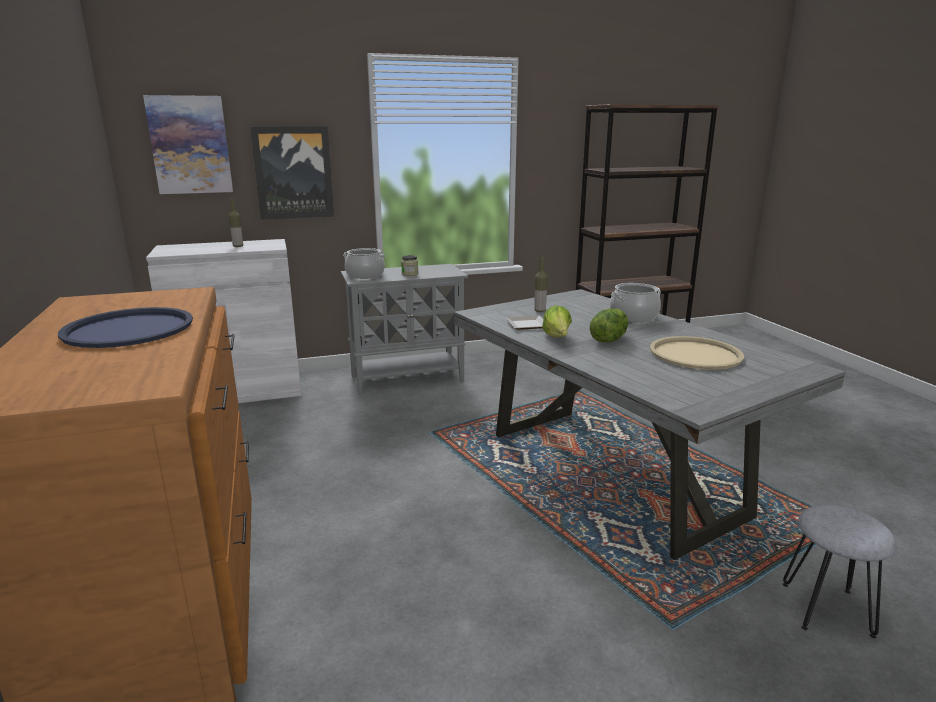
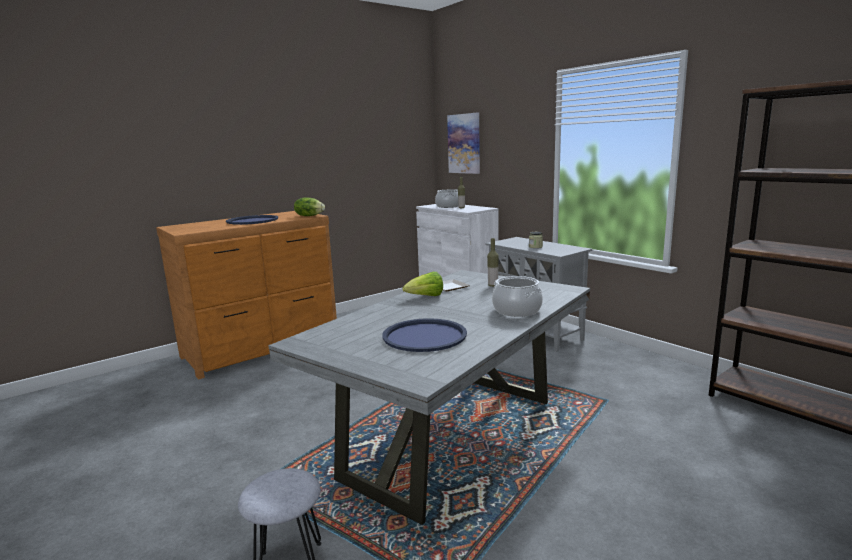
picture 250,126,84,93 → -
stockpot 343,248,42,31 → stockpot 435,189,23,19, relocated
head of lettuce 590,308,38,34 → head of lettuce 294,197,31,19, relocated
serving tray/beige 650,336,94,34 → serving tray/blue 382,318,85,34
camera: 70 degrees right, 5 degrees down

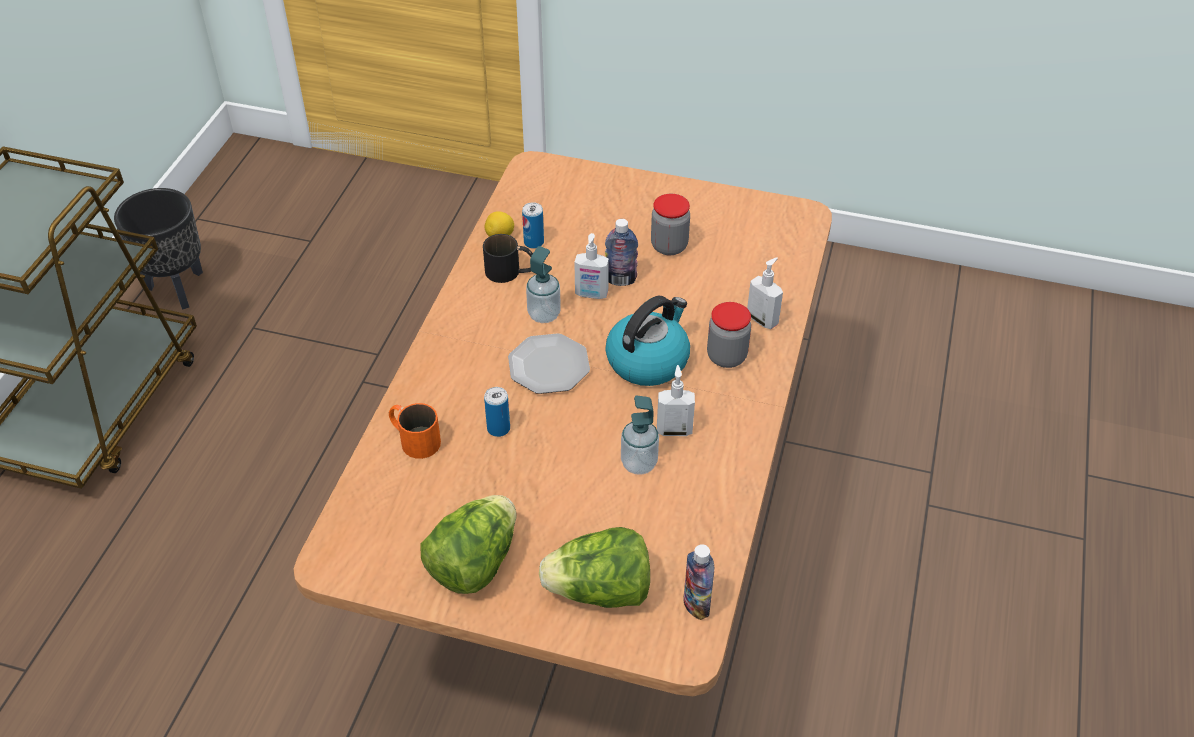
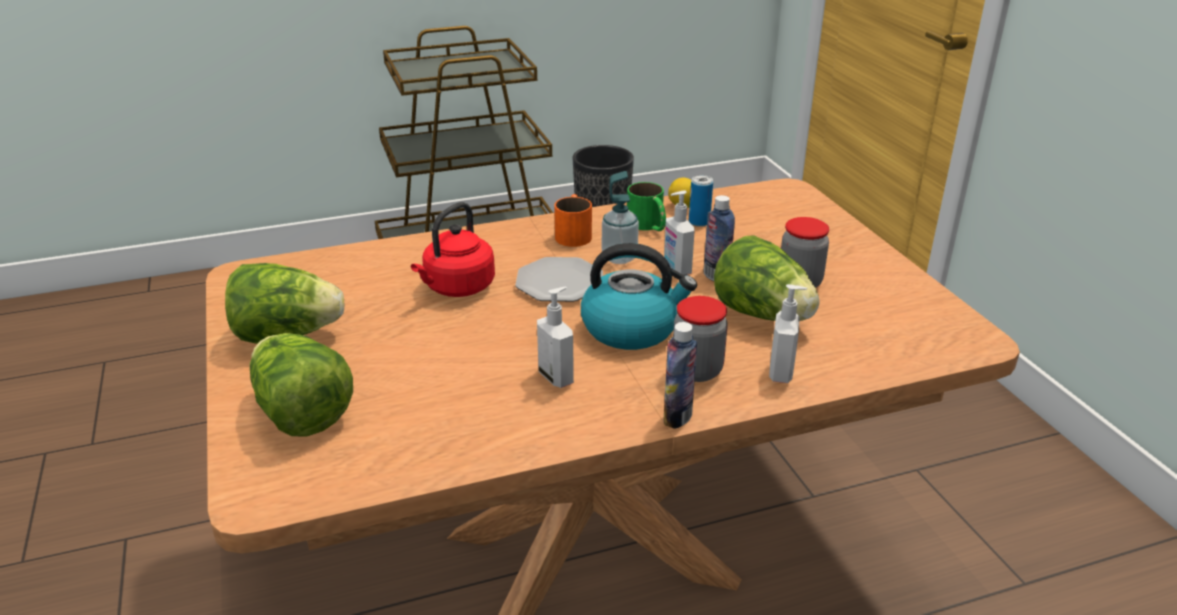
tea mug/black-coloured 483,234,50,49 → tea mug/greenish 627,182,39,49
sealed can 484,387,26,50 → water kettle/reddish 411,202,84,95
soap dispenser 621,395,38,80 → -
tea mug/orange 389,403,52,56 → tea mug/orange 554,194,38,53, relocated
beverage bottle 683,544,31,76 → beverage bottle 663,322,34,107, relocated
- → head of lettuce 714,235,106,86
camera: 55 degrees right, 15 degrees down

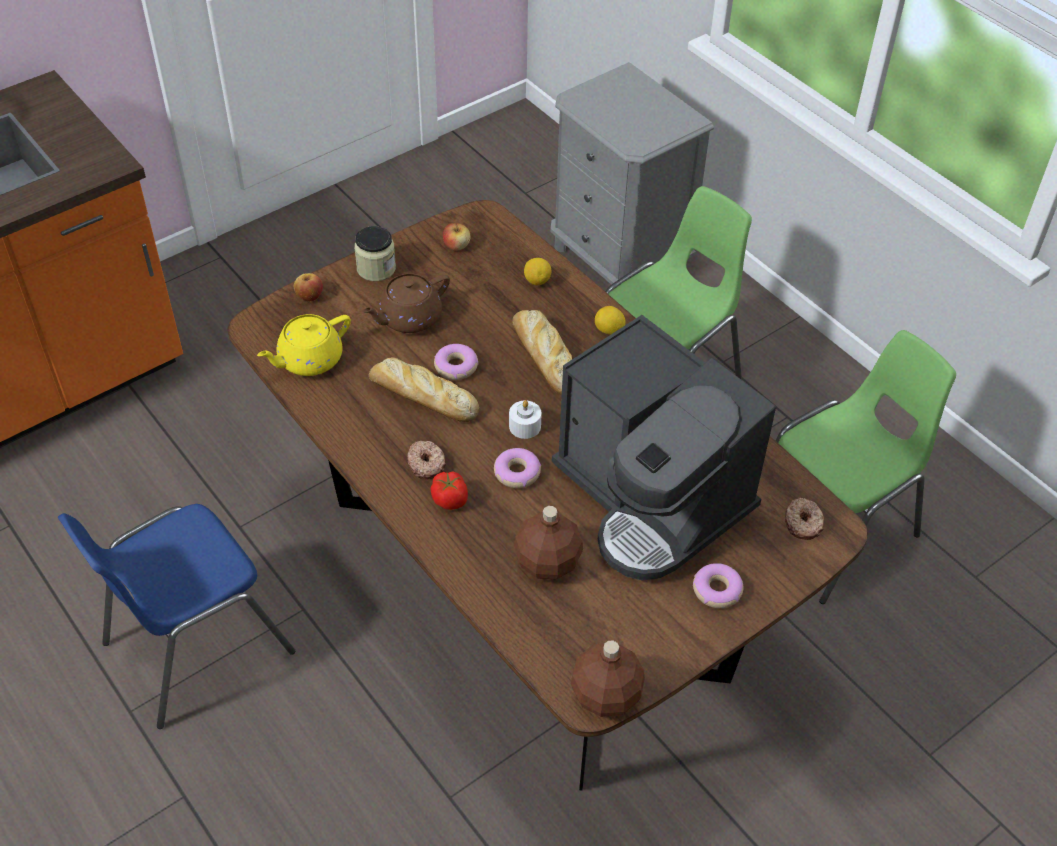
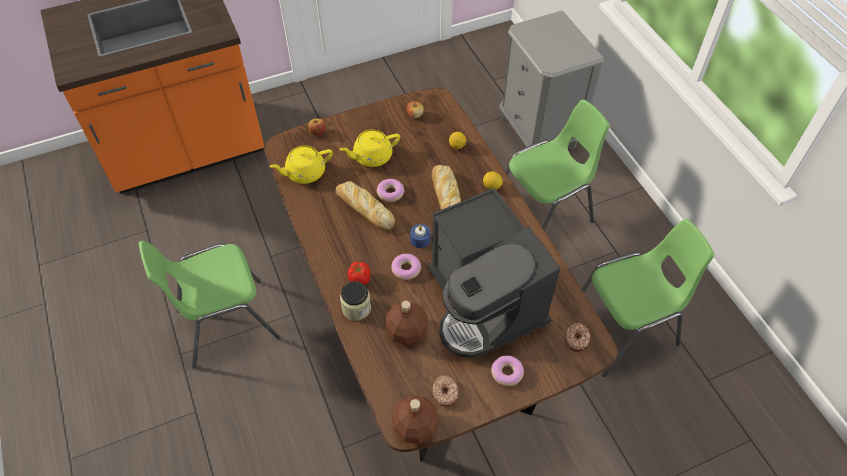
jar 354,226,42,55 → jar 340,281,31,40, relocated
tea pot/brownish 362,273,88,60 → tea pot/yellowish 339,129,61,38
wax light/whitish 509,400,33,39 → wax light/blue 410,224,21,24
donut 407,441,39,39 → donut 432,375,26,31, relocated
chair/blue 58,504,237,225 → chair/greenish 139,241,142,128
camera: 15 degrees right, 5 degrees up

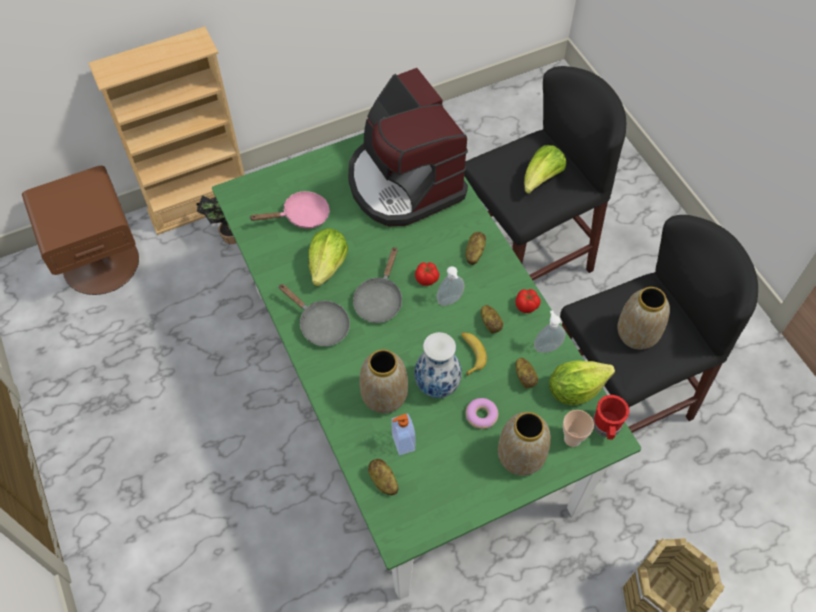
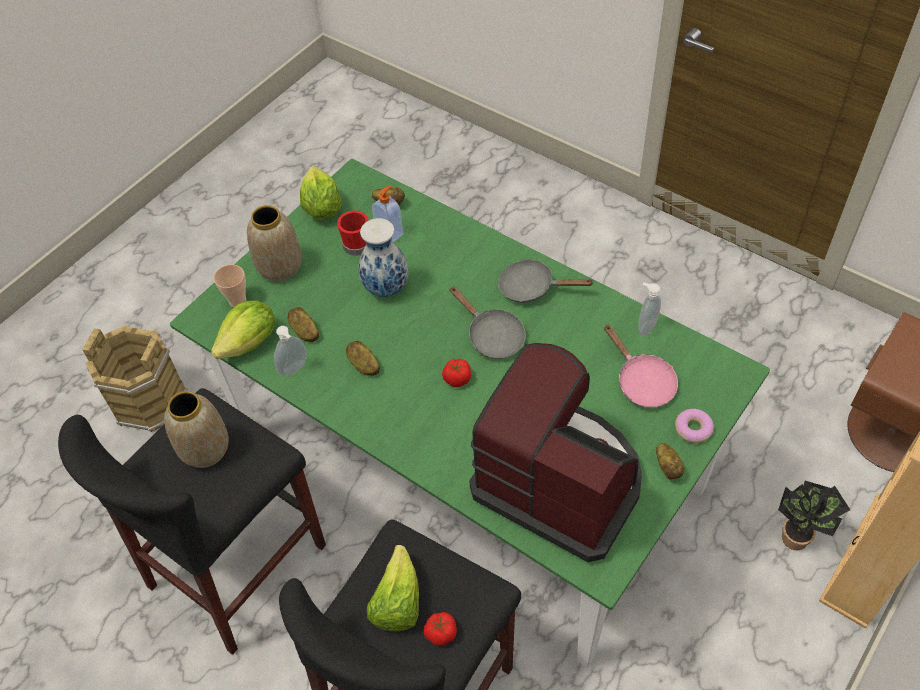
frying pan/pinkish 250,191,80,38 → frying pan/pinkish 604,324,74,84, 75 degrees counterclockwise
head of lettuce 309,228,39,58 → head of lettuce 300,166,42,54, relocated
potato 465,232,21,33 → potato 656,443,29,37, relocated
frying pan/gray 353,246,49,77 → frying pan/gray 450,286,76,73, 150 degrees clockwise
soap dispenser 437,266,27,40 → soap dispenser 638,282,23,54, relocated
fresh tomato 515,289,25,24 → fresh tomato 423,612,34,34, relocated
whole banana 461,332,26,44 → -
vase 360,349,48,64 → -
tea mug/reddish 593,395,37,45 → tea mug/reddish 337,210,32,46, relocated
donut 466,398,32,31 → donut 675,409,39,34, relocated
camera: 155 degrees right, 5 degrees down

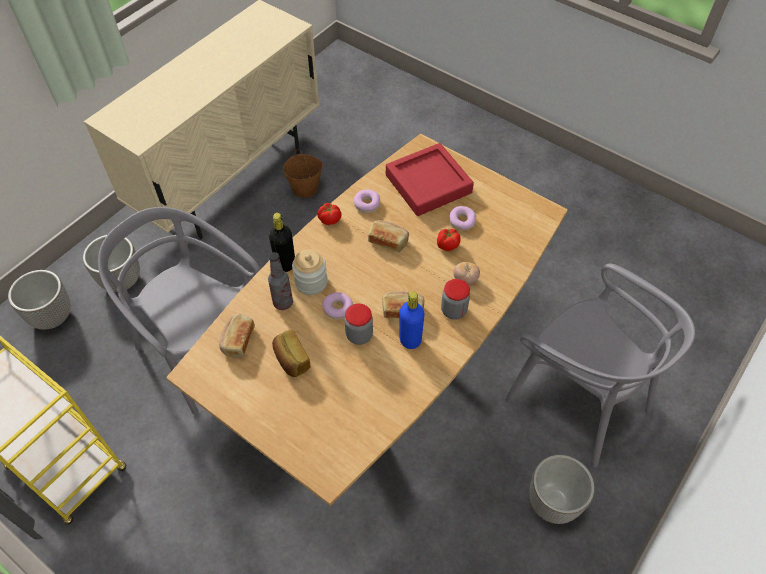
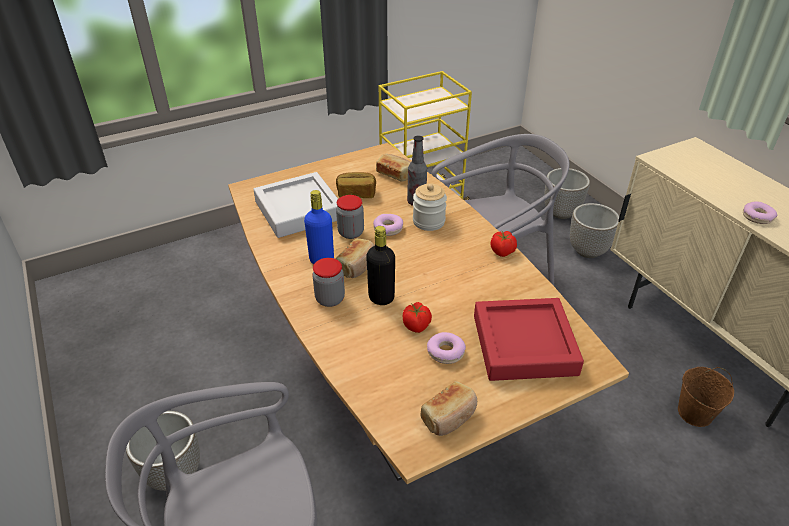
donut 354,189,26,24 → donut 743,202,34,22, relocated
beverage bottle/black-coloured 269,213,26,59 → beverage bottle/black-coloured 366,226,29,79, relocated
baked bread 368,220,41,32 → baked bread 420,381,57,55, relocated
fresh tomato 453,262,27,23 → -
- → serving tray/gray 253,172,85,66
camera: 115 degrees right, 15 degrees down

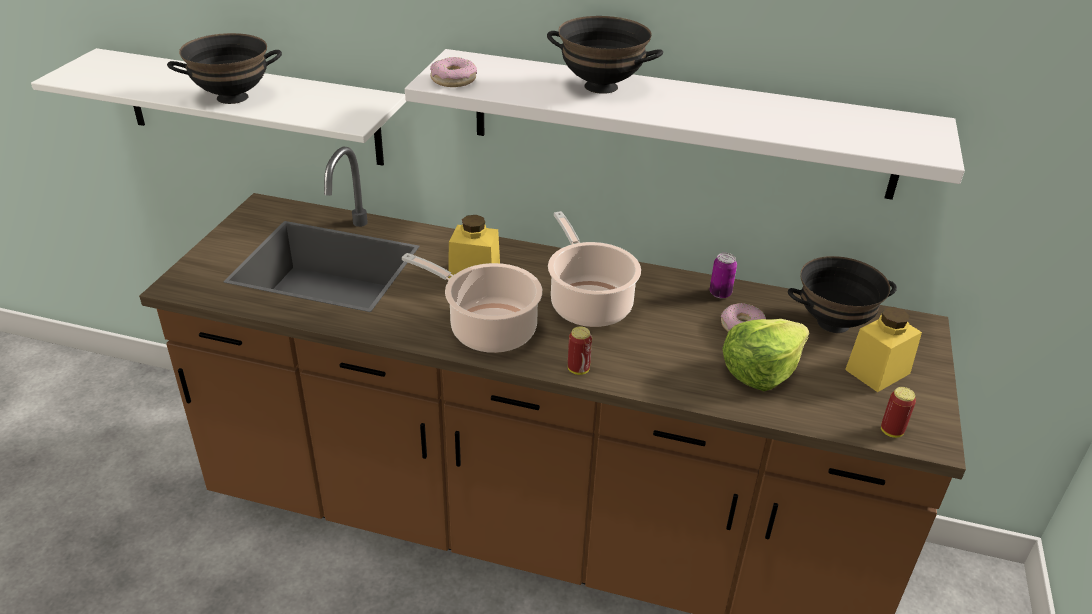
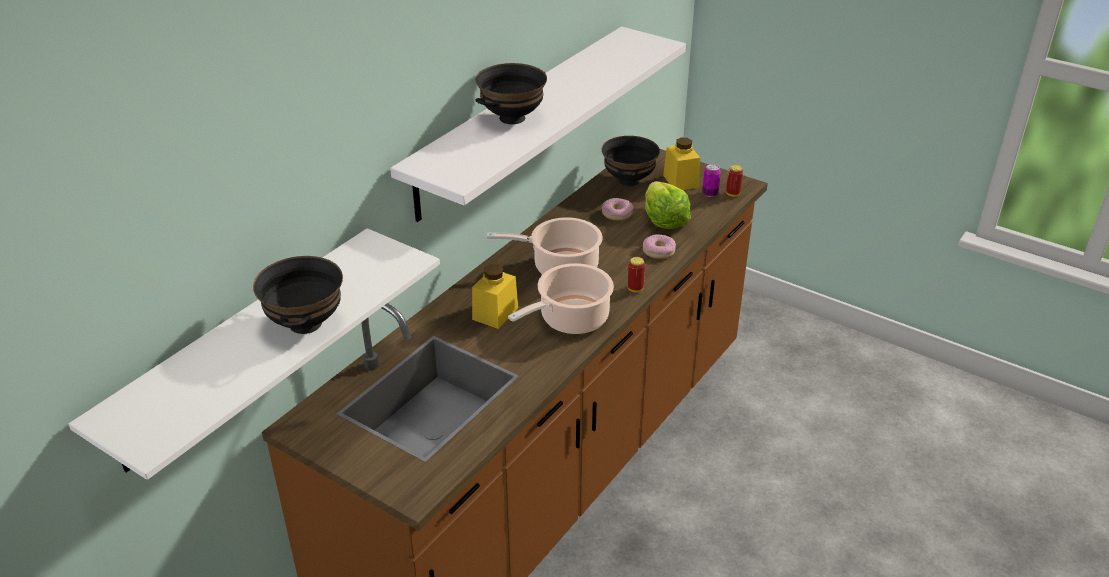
donut 430,57,47,30 → donut 643,234,33,25, relocated
sealed can 709,253,28,45 → sealed can 702,164,19,33, relocated
camera: 70 degrees left, 0 degrees up

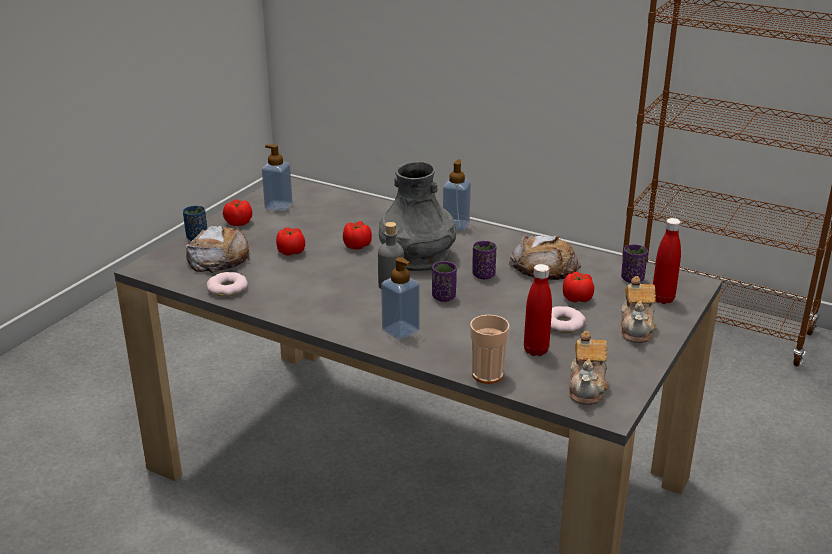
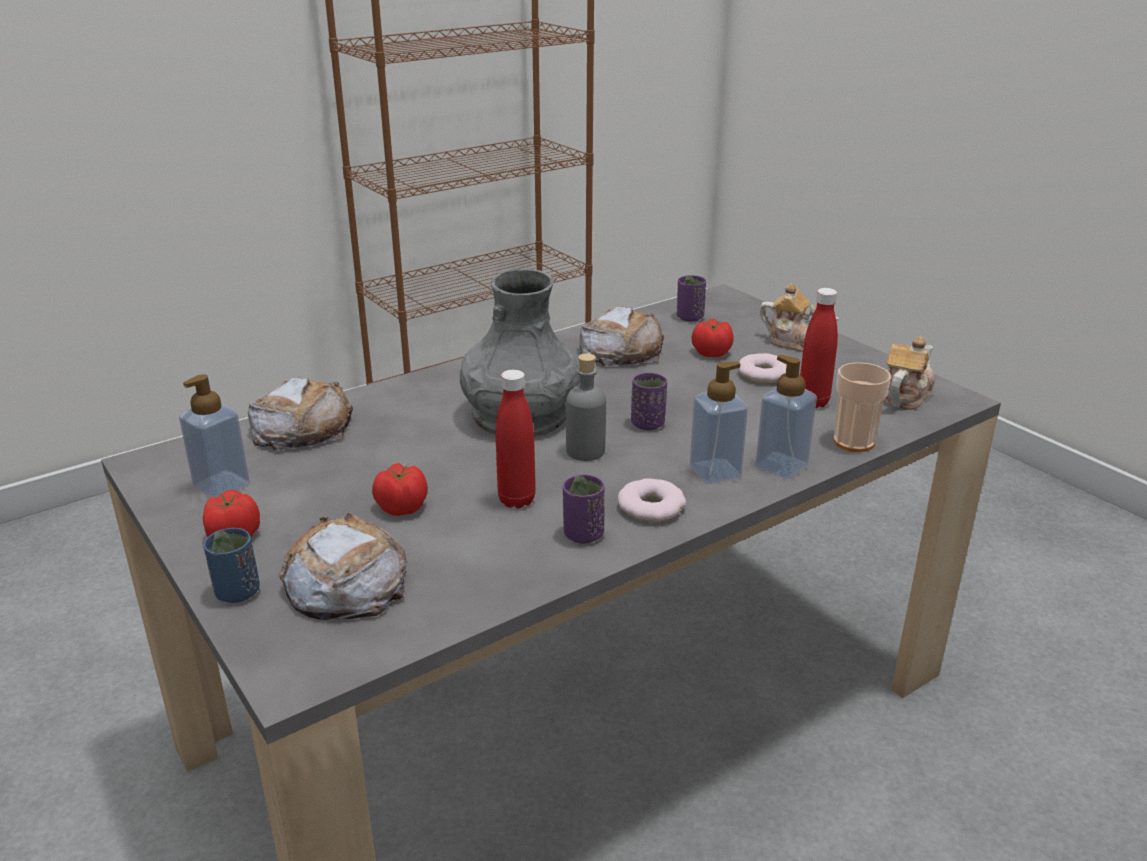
soap dispenser 443,159,28,72 → soap dispenser 755,355,62,124, relocated
beverage bottle/reddish 653,218,28,86 → beverage bottle/reddish 496,370,40,138, relocated
fresh tomato 343,221,29,29 → -
small cup/purplish 473,241,24,38 → small cup/purplish 563,475,42,69, relocated
donut 207,272,41,25 → donut 618,478,68,44, relocated
tea pot 569,331,39,74 → tea pot 884,336,51,74, 90 degrees counterclockwise
- → baked bread 248,377,105,73
camera: 65 degrees left, 0 degrees up

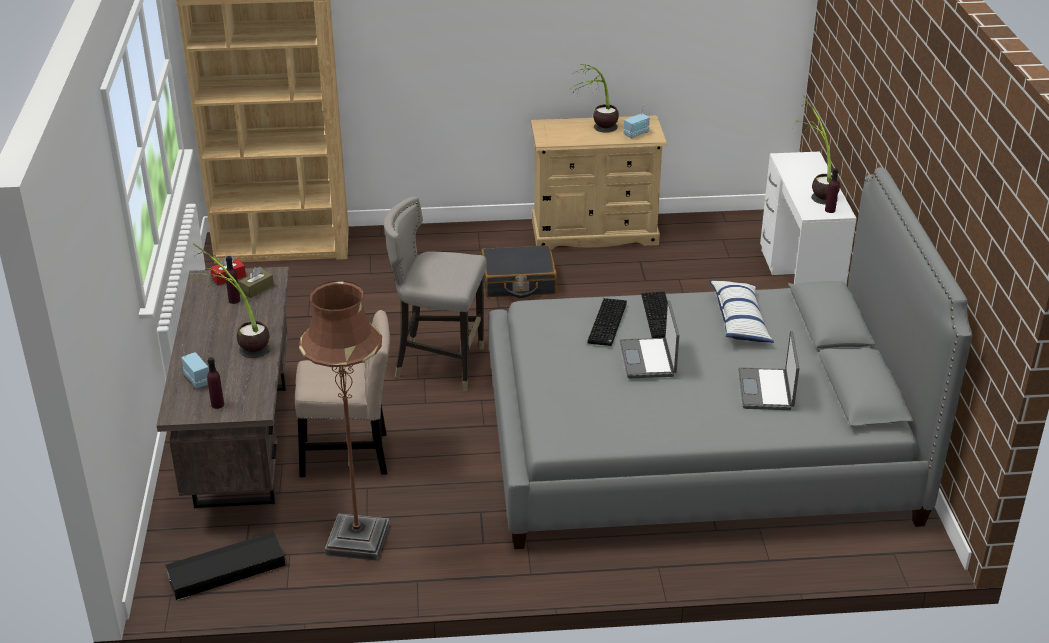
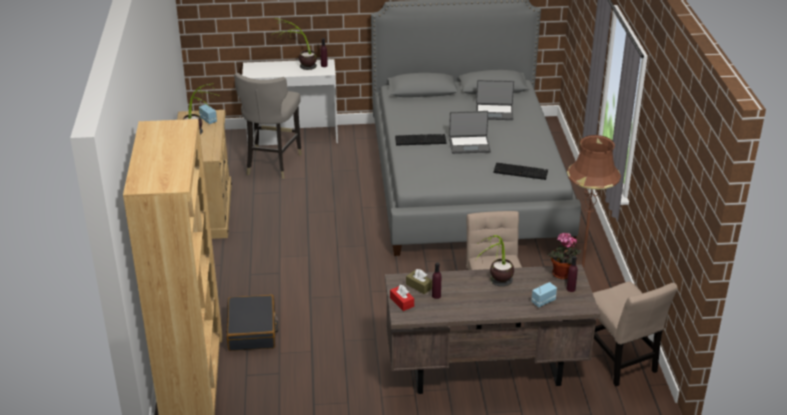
sitting stool/gray 384,197,103,194 → sitting stool/gray 234,73,68,106, relocated
suitcase/black-coloured 481,245,76,53 → suitcase/black-coloured 226,295,52,56, relocated
throw pillow 709,280,65,63 → -
keyboard 588,298,39,48 → keyboard 494,163,54,17, relocated
storage container/black-coloured 165,532,120,68 → chair/beige 593,281,85,105
- → potted plant 547,232,34,47
camera: 90 degrees left, 0 degrees up

